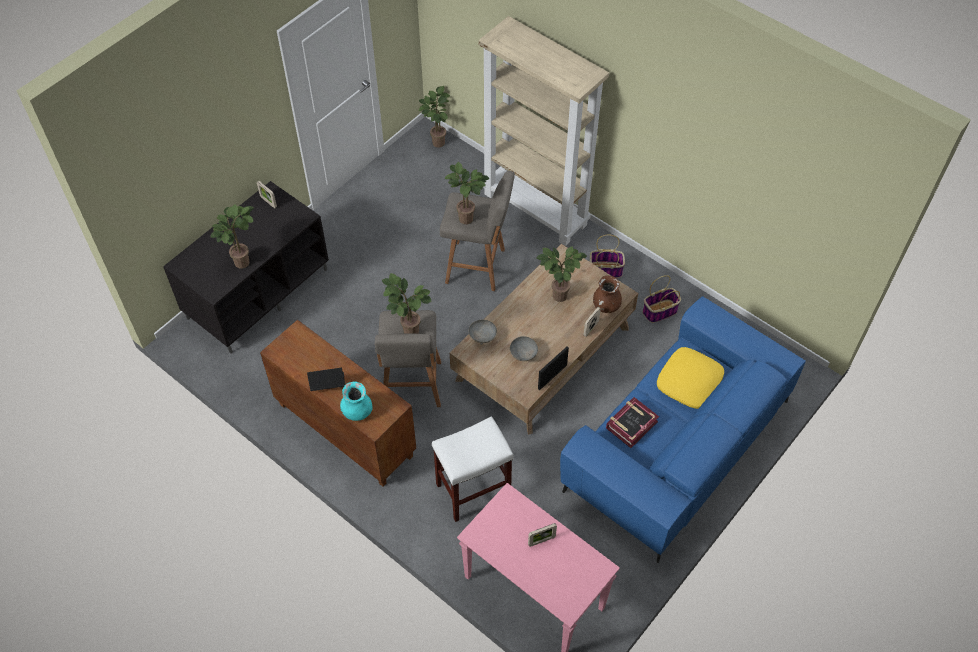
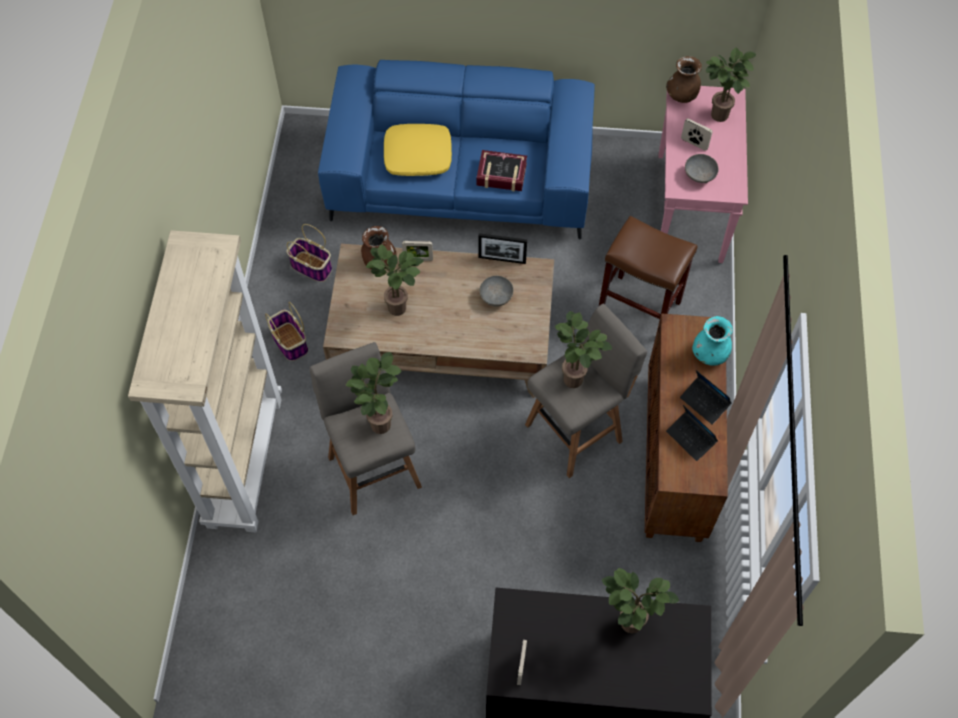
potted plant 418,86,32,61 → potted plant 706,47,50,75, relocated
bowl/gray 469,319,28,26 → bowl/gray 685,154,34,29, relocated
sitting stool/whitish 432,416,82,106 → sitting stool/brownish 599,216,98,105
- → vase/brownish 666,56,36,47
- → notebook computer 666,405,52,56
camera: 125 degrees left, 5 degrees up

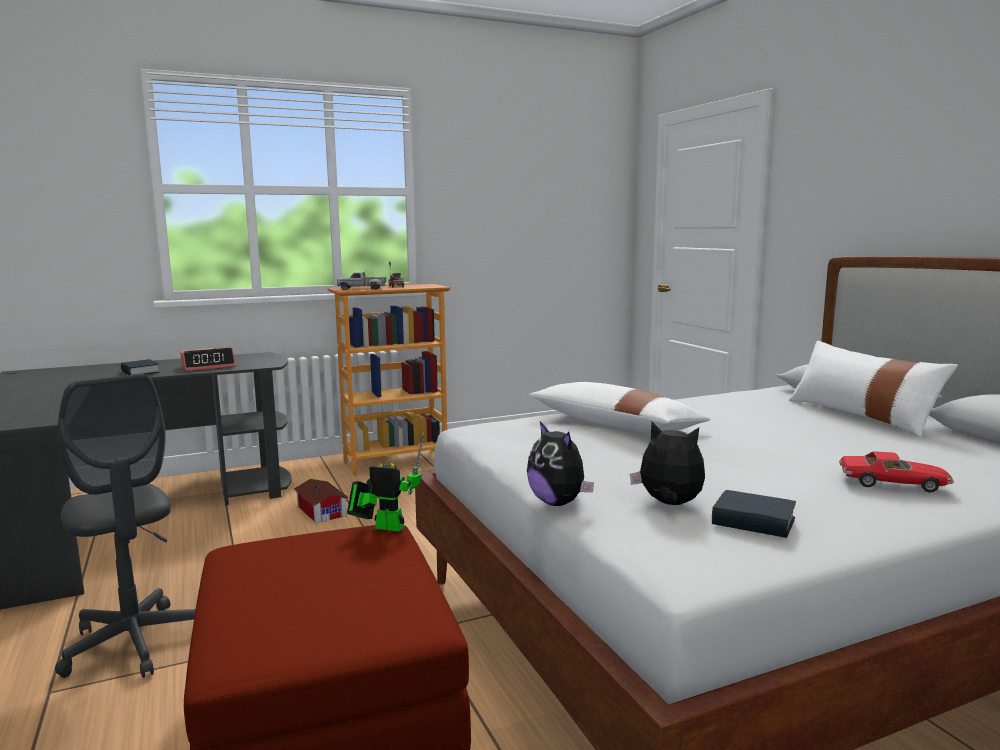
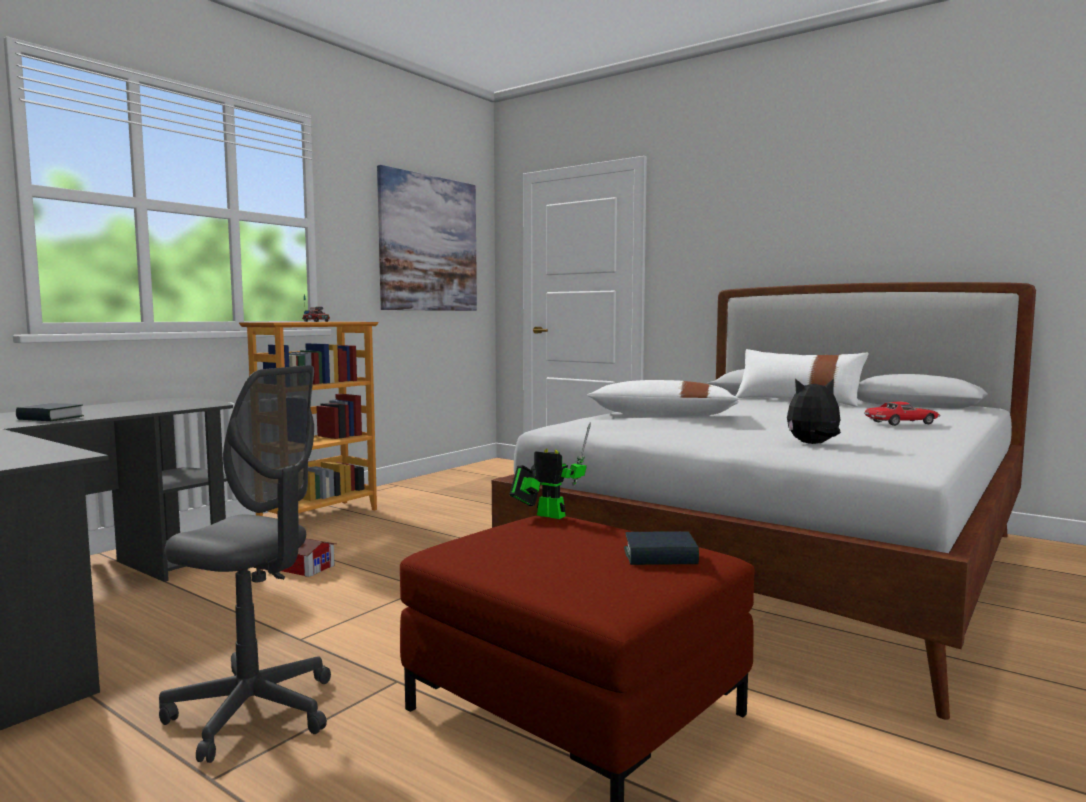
model truck 337,271,50,19 → -
bedside clock 180,347,56,25 → -
plush toy 527,421,67,85 → -
model robot 347,432,78,99 → model robot 509,422,82,97, 45 degrees clockwise
bound book 712,490,84,48 → bound book 624,531,75,34, relocated
- → picture 377,165,100,146
camera: 30 degrees left, 5 degrees down

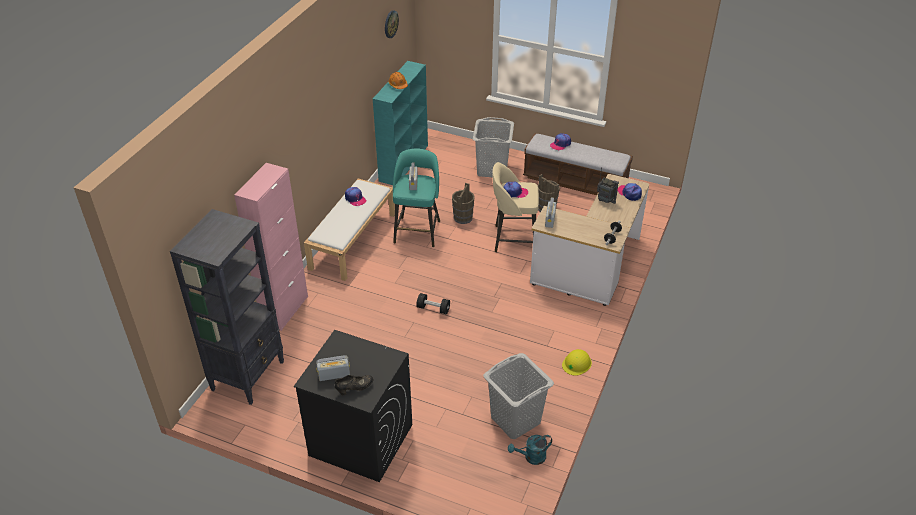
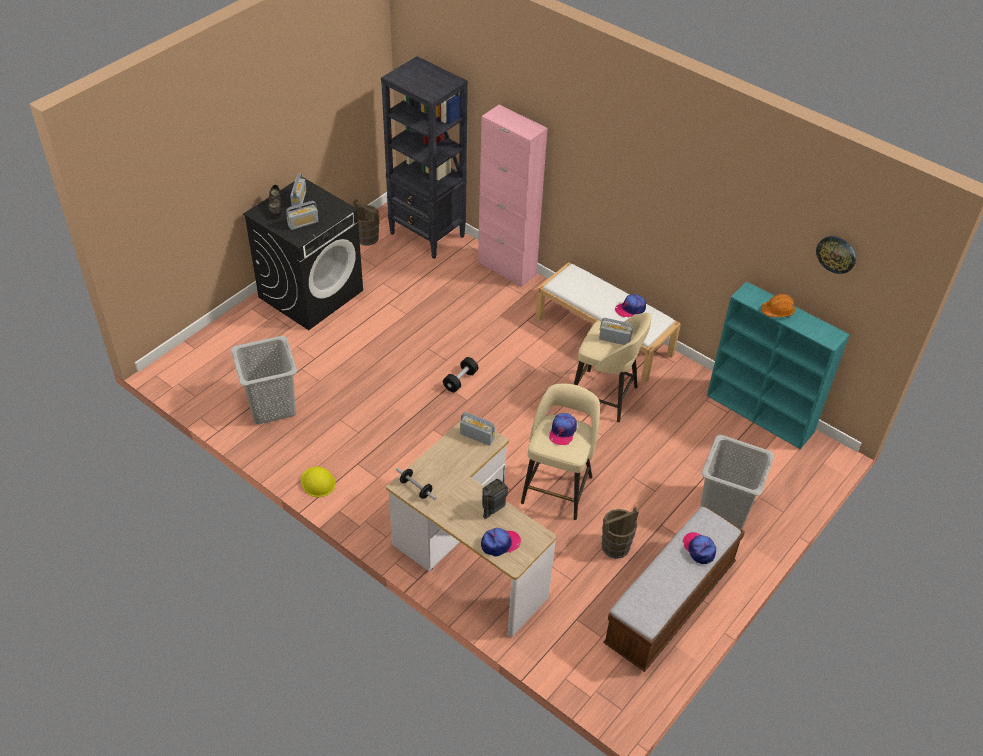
sitting stool/blue-green 393,148,47,99 → sitting stool/beige 574,313,77,109
bucket/brownish 452,183,23,41 → bucket/brownish 353,199,26,46, relocated
sprinkling can/blue-green 508,435,44,30 → -
- → radio receiver 286,201,32,29
camera: 105 degrees right, 5 degrees up

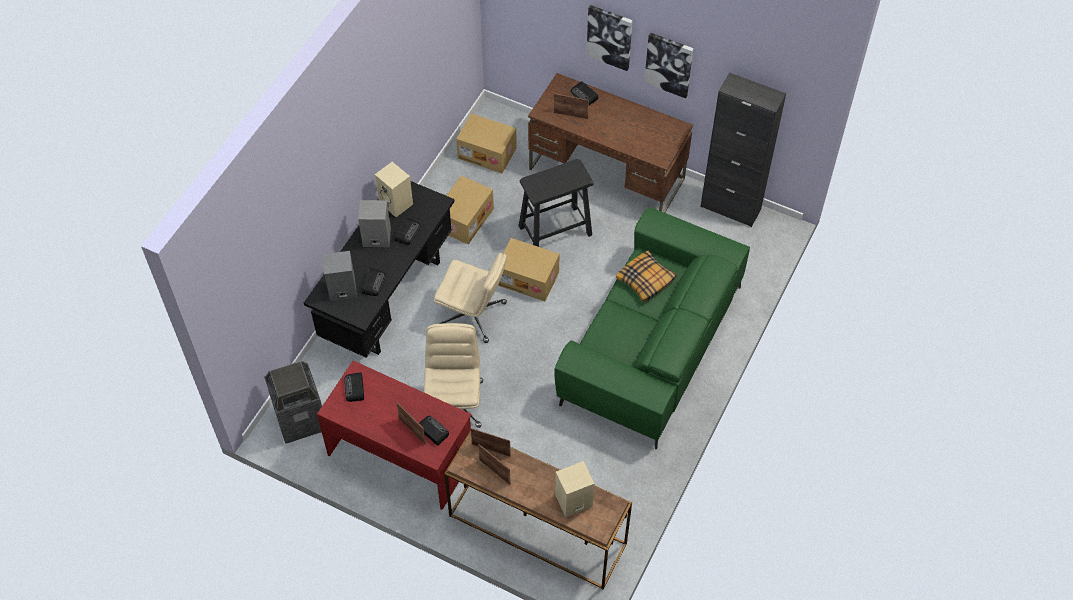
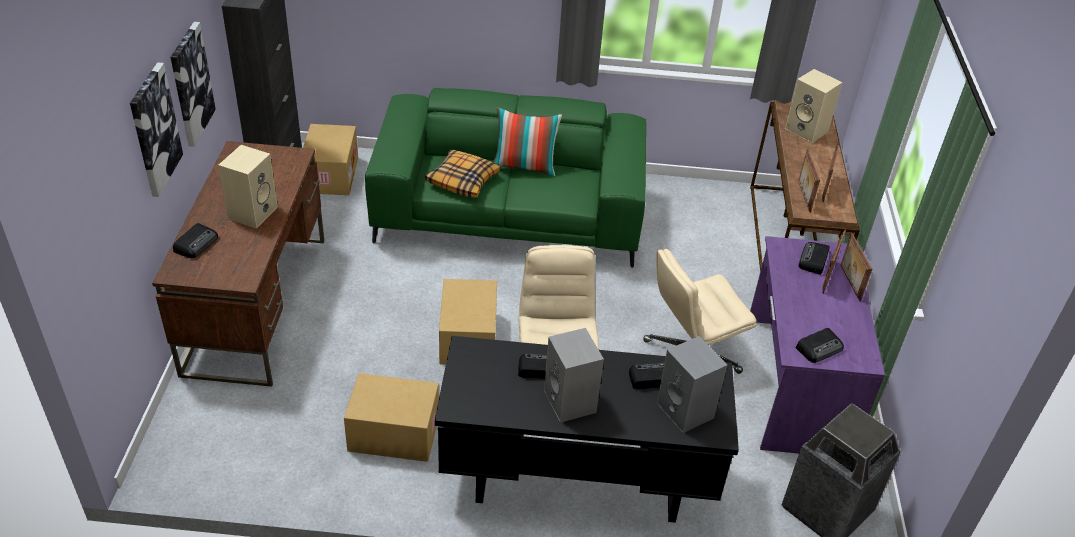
photo frame 554,94,35,25 → photo frame 840,233,32,69, relocated
carton 456,113,61,60 → carton 303,124,55,71, relocated
sitting stool/black-coloured 519,159,74,88 → -
loudspeaker/beige 375,162,38,55 → loudspeaker/beige 218,145,60,84, relocated
desk unit/reddish 317,360,154,150 → desk unit/purplish 750,236,135,218
- → throw pillow 493,107,69,69
camera: 115 degrees left, 15 degrees down

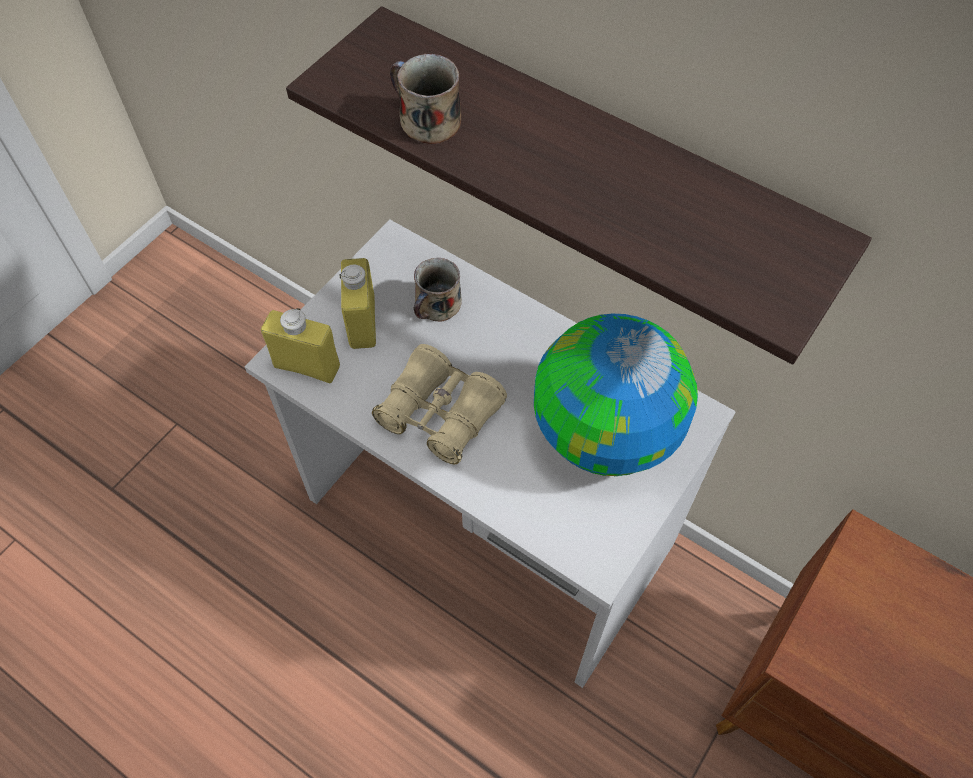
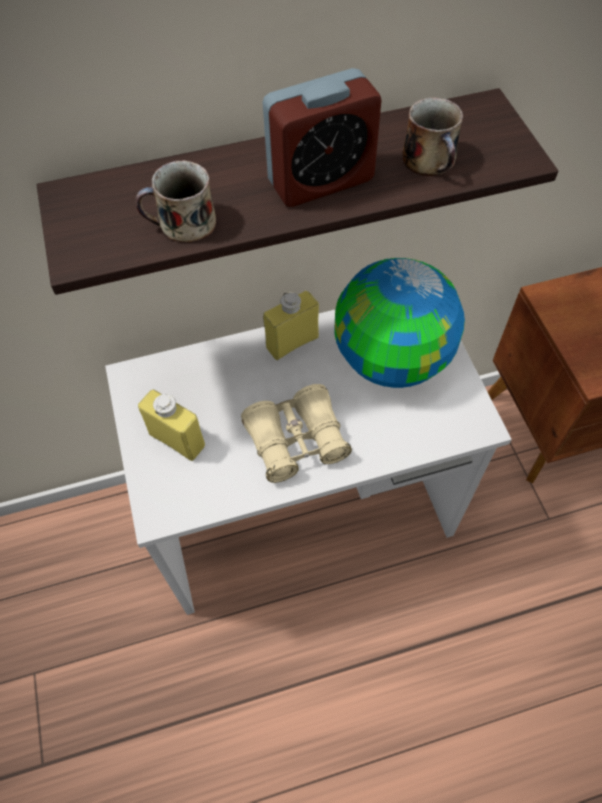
tea mug 414,258,48,64 → tea mug 402,97,61,79, relocated
beverage bottle/yellowish 261,308,79,75 → beverage bottle/yellowish 263,291,56,69, relocated
- → bedside clock 263,68,118,139
camera: 50 degrees left, 0 degrees up

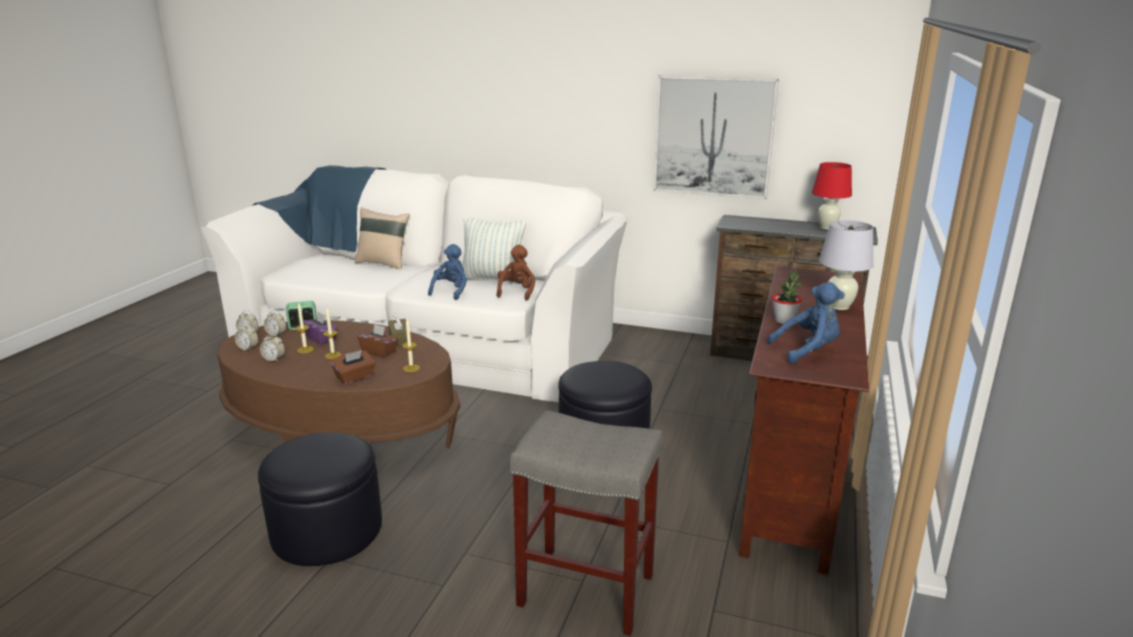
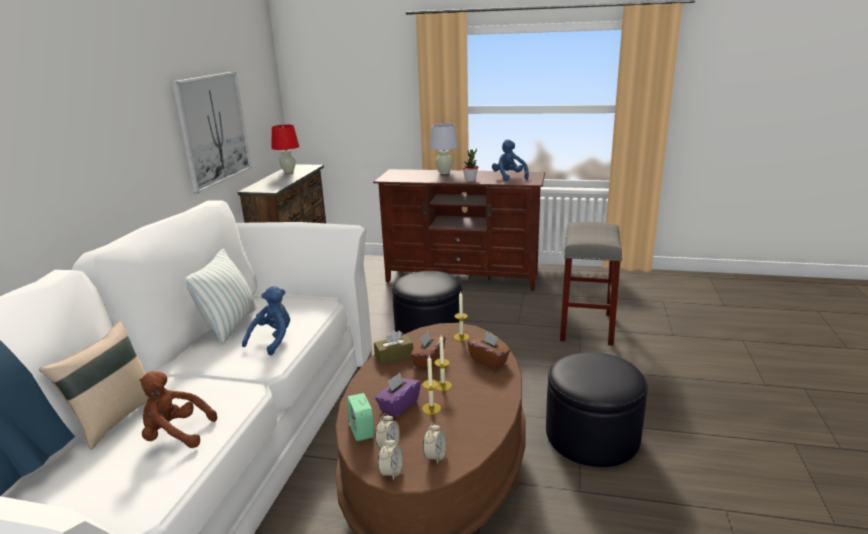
plush toy/blue 428,244,39,56 → plush toy/blue 242,286,48,69, 105 degrees clockwise
plush toy/brownish 497,244,38,57 → plush toy/brownish 140,371,77,77, relocated
bedside clock 260,332,25,30 → -
camera: 95 degrees left, 0 degrees up

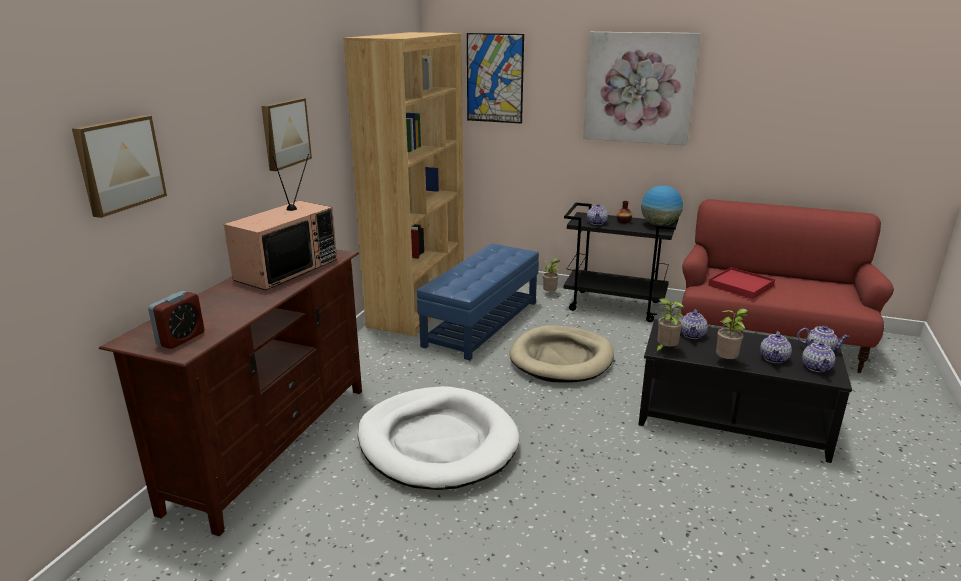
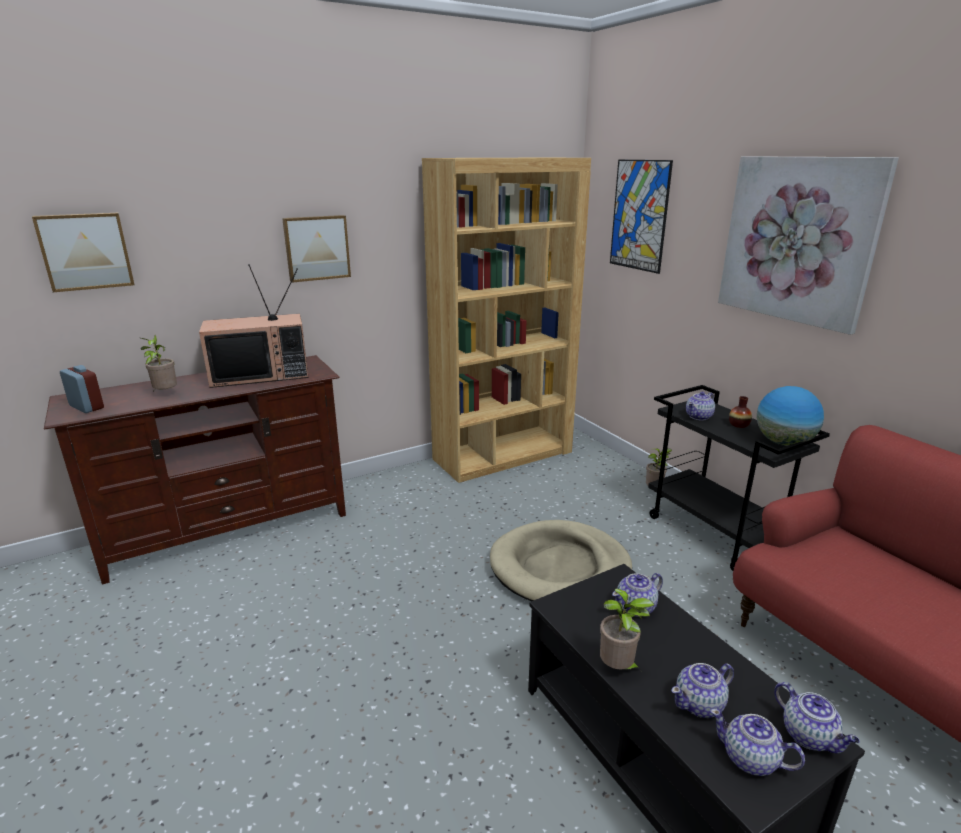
ottoman/blue 417,244,122,117 → -
serving tray/reddish 708,267,67,32 → -
bedside clock 148,291,56,58 → bedside clock 60,365,44,48, 120 degrees counterclockwise
potted plant 655,298,29,54 → potted plant 141,335,36,57, relocated
tea pot 802,339,33,33 → tea pot 710,709,95,67, 75 degrees clockwise
dog bed/whitish 358,386,162,104 → -
camera: 40 degrees right, 0 degrees up

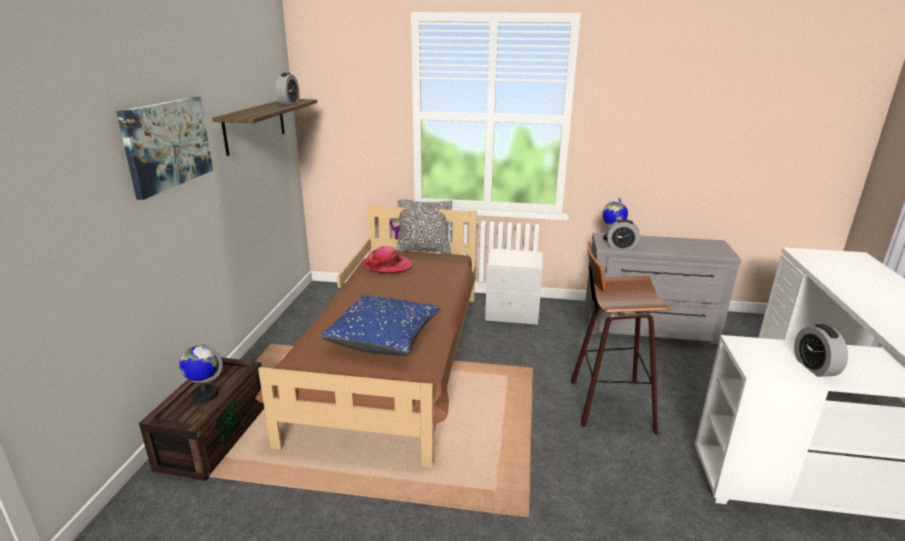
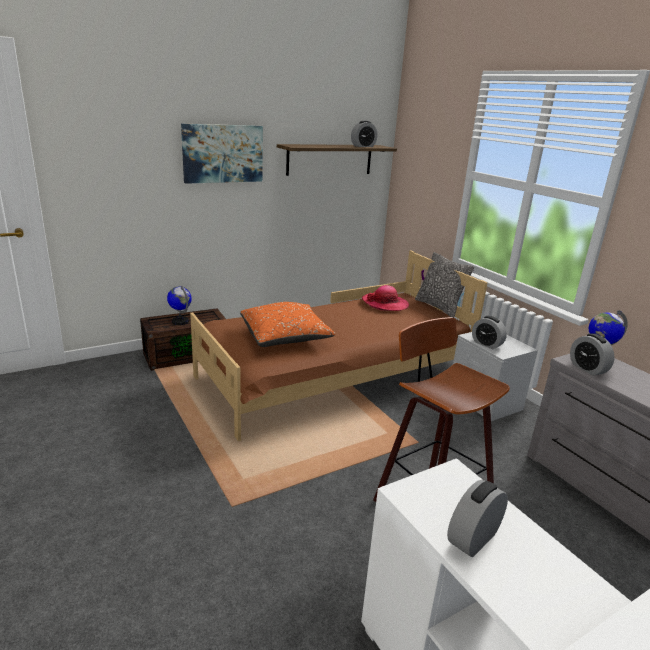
throw pillow/blue 321,295,119,61 → throw pillow/orange 240,302,95,45
- → bedside clock 472,316,35,33
camera: 50 degrees right, 0 degrees up

